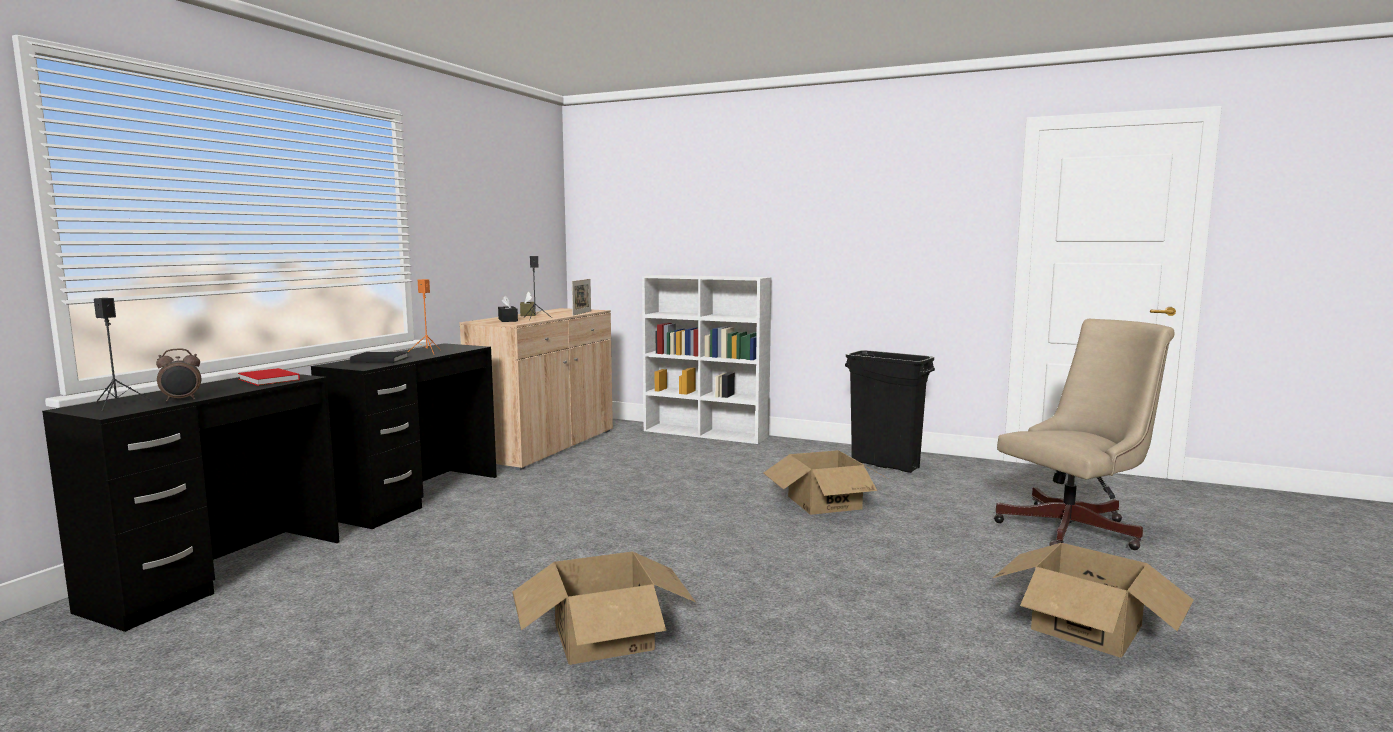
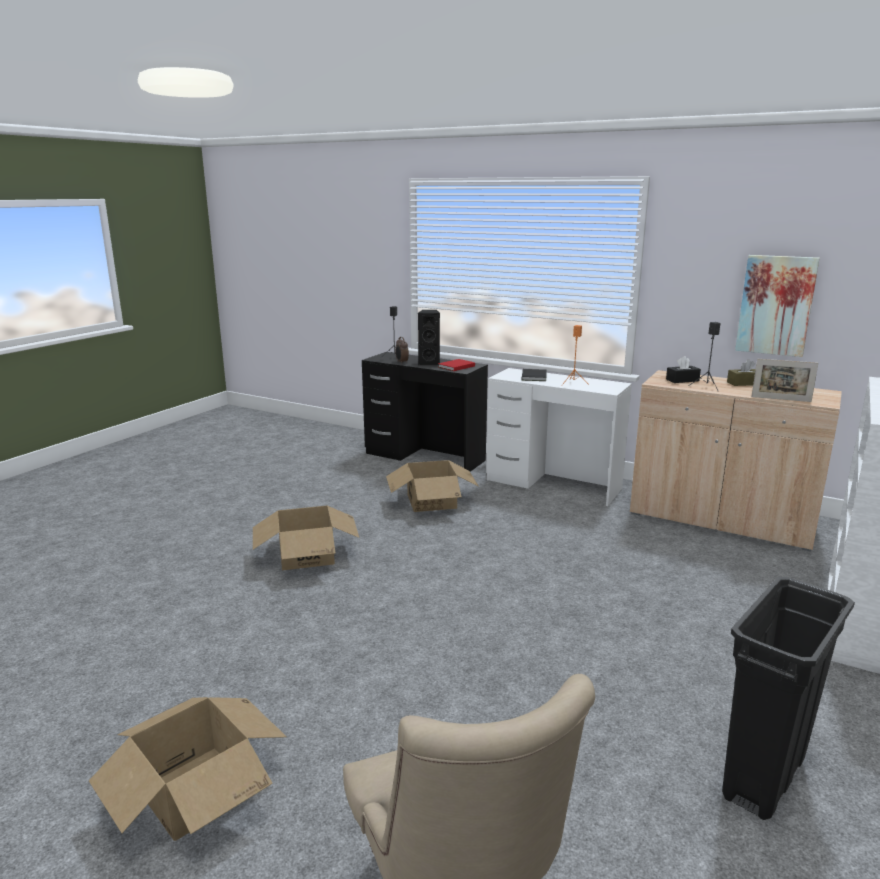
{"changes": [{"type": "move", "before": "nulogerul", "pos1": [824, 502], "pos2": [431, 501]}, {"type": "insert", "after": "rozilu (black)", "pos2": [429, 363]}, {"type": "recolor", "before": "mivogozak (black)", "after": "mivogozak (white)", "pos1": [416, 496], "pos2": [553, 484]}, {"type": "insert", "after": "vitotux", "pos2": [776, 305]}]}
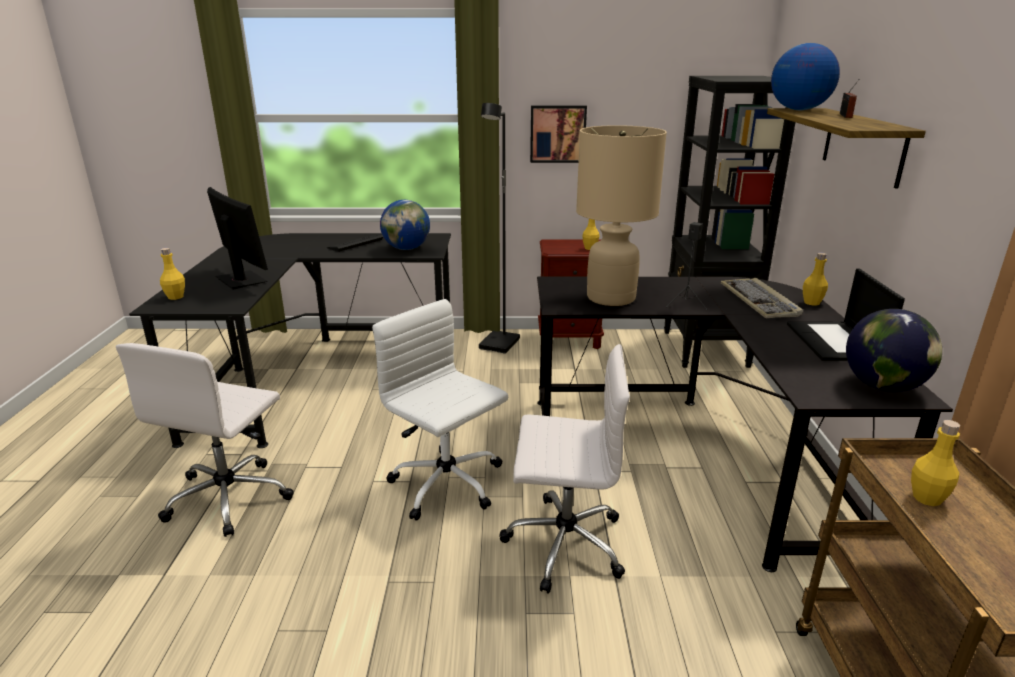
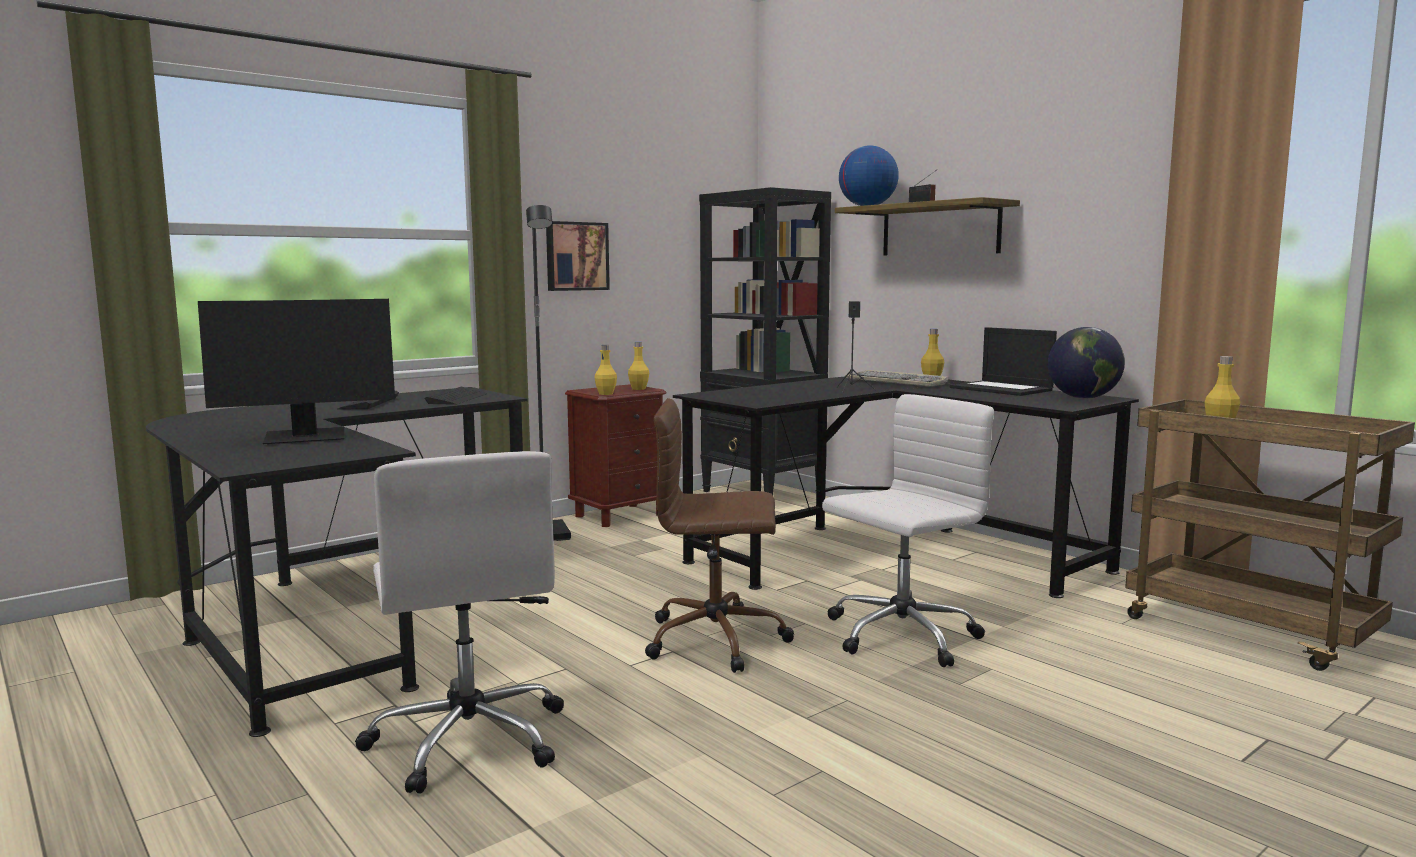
{"changes": [{"type": "rotate", "before": "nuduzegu", "pos1": [241, 280], "pos2": [305, 438], "turn": 150}, {"type": "replace", "before": "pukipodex", "after": "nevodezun", "pos1": [407, 249], "pos2": [457, 398]}, {"type": "move", "before": "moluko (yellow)", "pos1": [176, 297], "pos2": [606, 394]}, {"type": "recolor", "before": "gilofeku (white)", "after": "gilofeku (brown)", "pos1": [448, 485], "pos2": [718, 640]}, {"type": "delete", "before": "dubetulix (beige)", "pos1": [611, 298]}]}
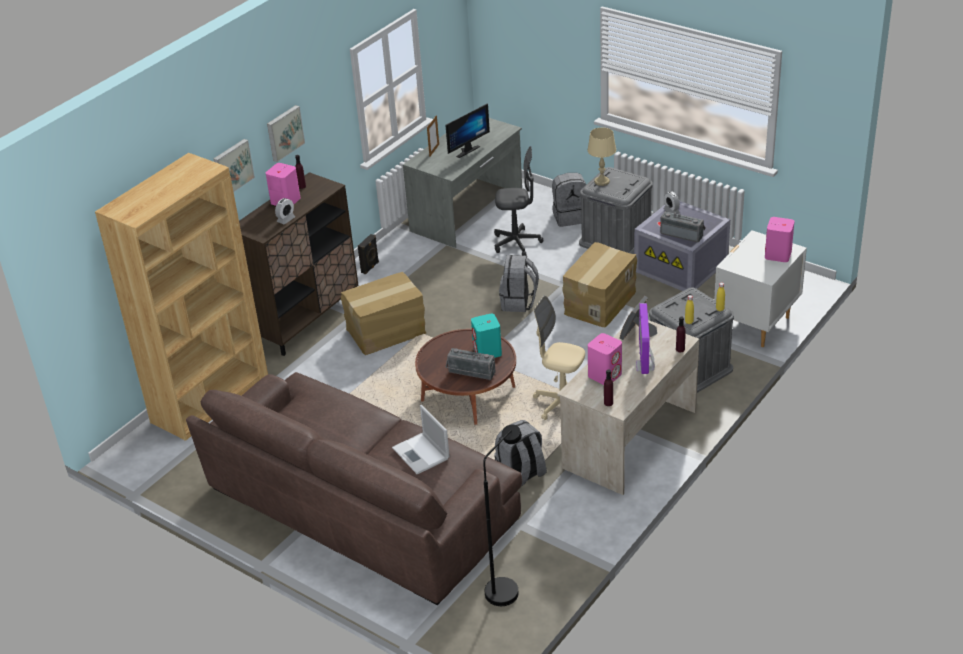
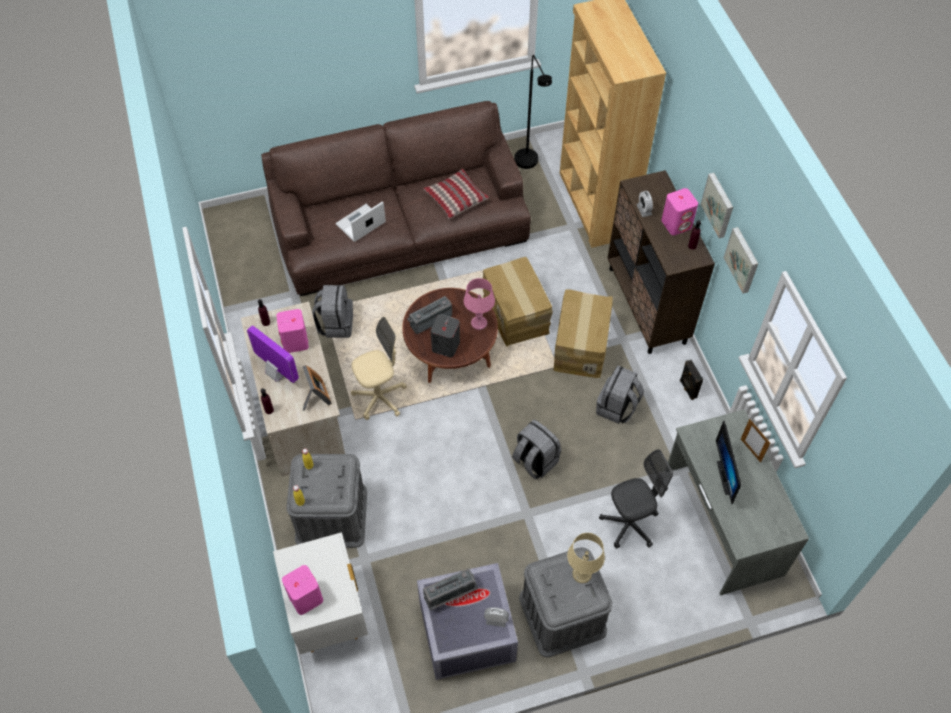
{"changes": [{"type": "rotate", "before": "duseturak", "pos1": [421, 454], "pos2": [360, 224], "turn": -45}, {"type": "insert", "after": "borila", "pos2": [455, 198]}, {"type": "recolor", "before": "rozilu (turquoise)", "after": "rozilu (grey)", "pos1": [487, 352], "pos2": [445, 346]}, {"type": "insert", "after": "dubetulix (pink)", "pos2": [479, 323]}, {"type": "move", "before": "nulogerul", "pos1": [599, 302], "pos2": [516, 314]}, {"type": "move", "before": "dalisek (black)", "pos1": [506, 586], "pos2": [529, 164]}, {"type": "move", "before": "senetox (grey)", "pos1": [570, 217], "pos2": [617, 407]}, {"type": "rotate", "before": "gilofeku (grey)", "pos1": [516, 243], "pos2": [629, 524], "turn": -150}, {"type": "move", "before": "vitotux", "pos1": [232, 167], "pos2": [743, 259]}]}
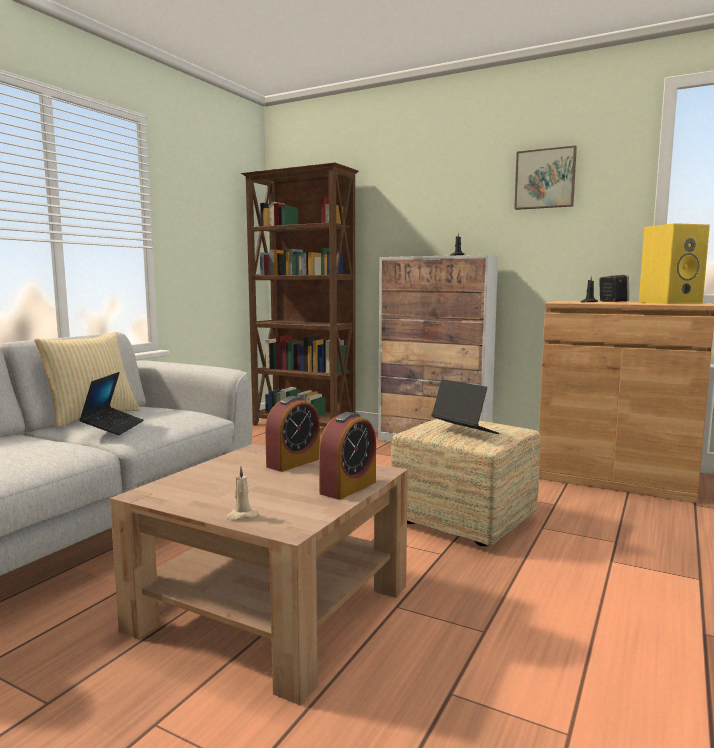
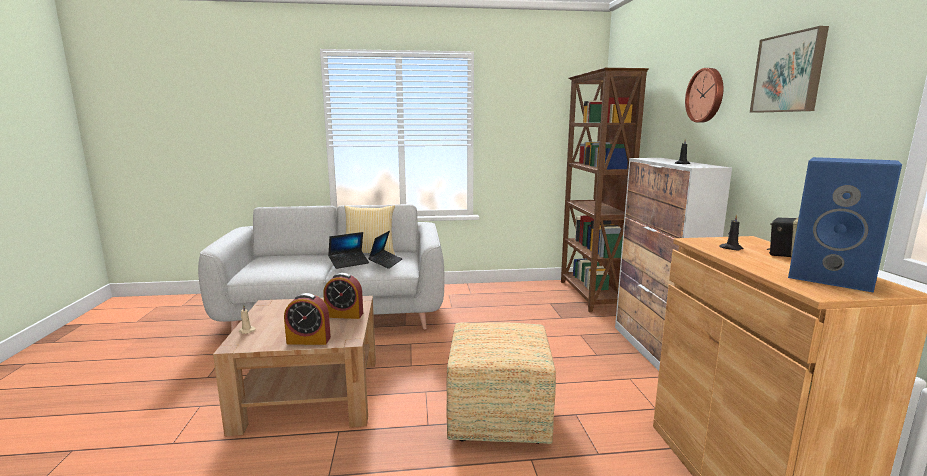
{"changes": [{"type": "move", "before": "duseturak", "pos1": [464, 431], "pos2": [386, 263]}, {"type": "insert", "after": "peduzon", "pos2": [706, 95]}, {"type": "recolor", "before": "rozilu (yellow)", "after": "rozilu (blue)", "pos1": [670, 303], "pos2": [833, 277]}]}
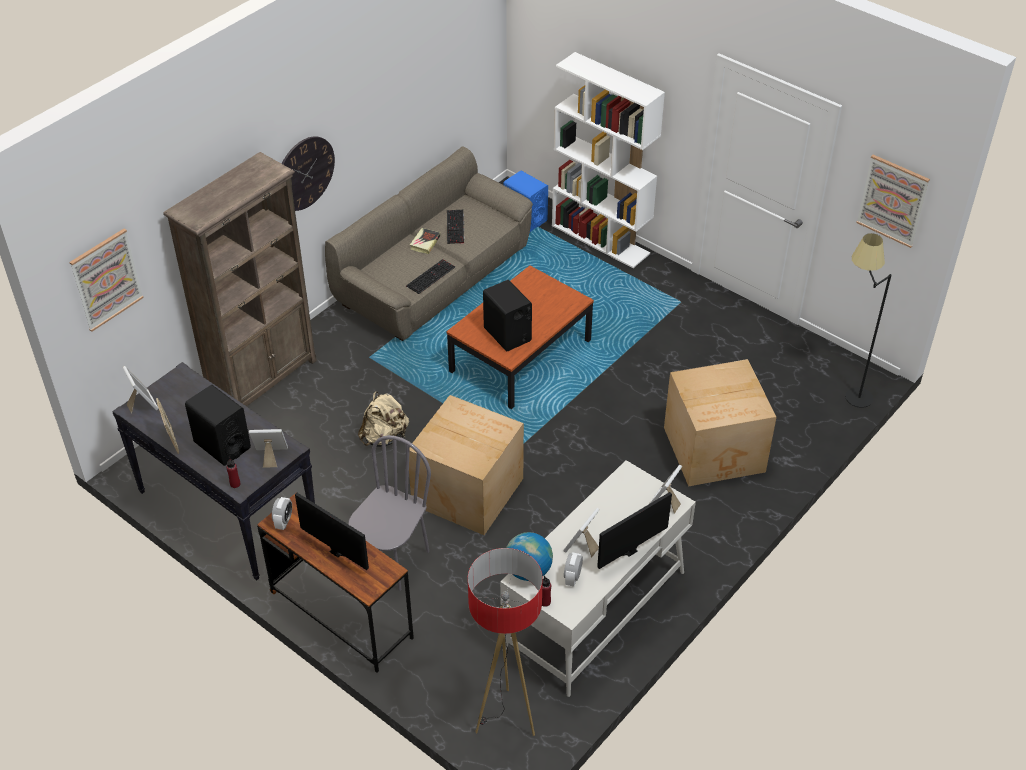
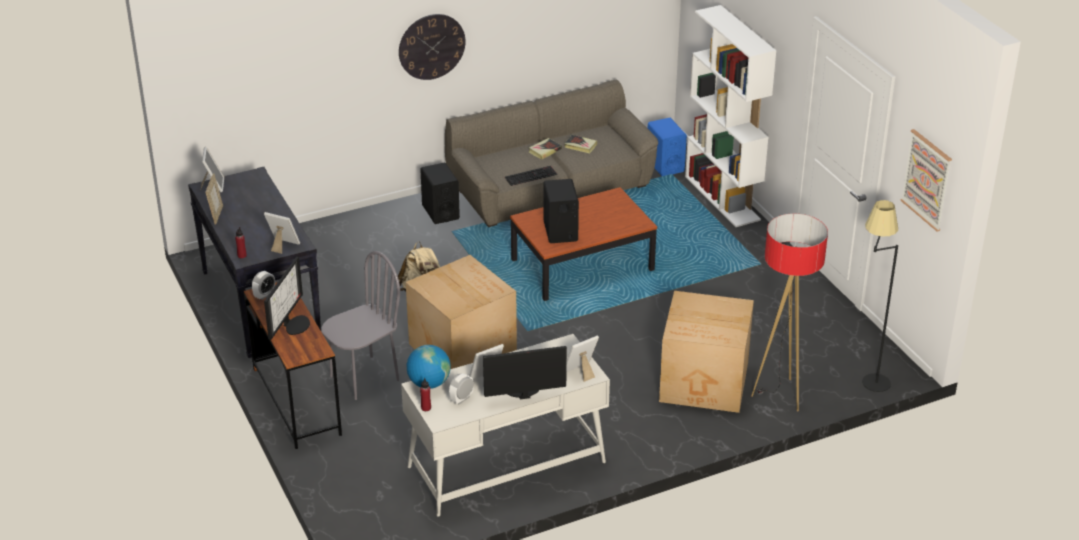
{"changes": [{"type": "rotate", "before": "nuduzegu", "pos1": [340, 547], "pos2": [294, 324], "turn": 45}, {"type": "move", "before": "rozilu (black)", "pos1": [222, 445], "pos2": [440, 212]}, {"type": "replace", "before": "nevodezun", "after": "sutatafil", "pos1": [456, 227], "pos2": [580, 146]}, {"type": "move", "before": "dalisek", "pos1": [505, 719], "pos2": [779, 395]}, {"type": "delete", "before": "vitotux", "pos1": [106, 279]}, {"type": "delete", "before": "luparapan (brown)", "pos1": [264, 380]}]}
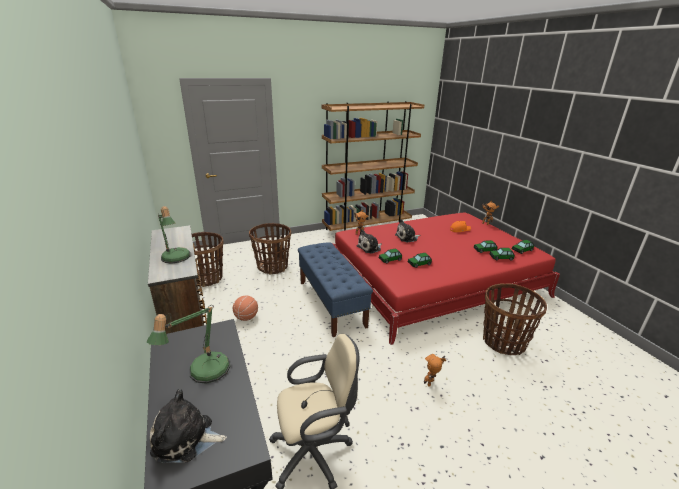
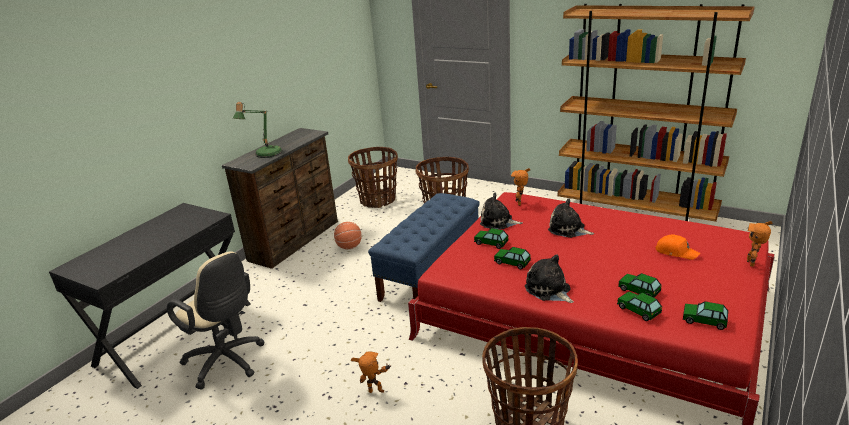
{"changes": [{"type": "move", "before": "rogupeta", "pos1": [186, 439], "pos2": [549, 290]}, {"type": "delete", "before": "dubetulix", "pos1": [203, 373]}]}
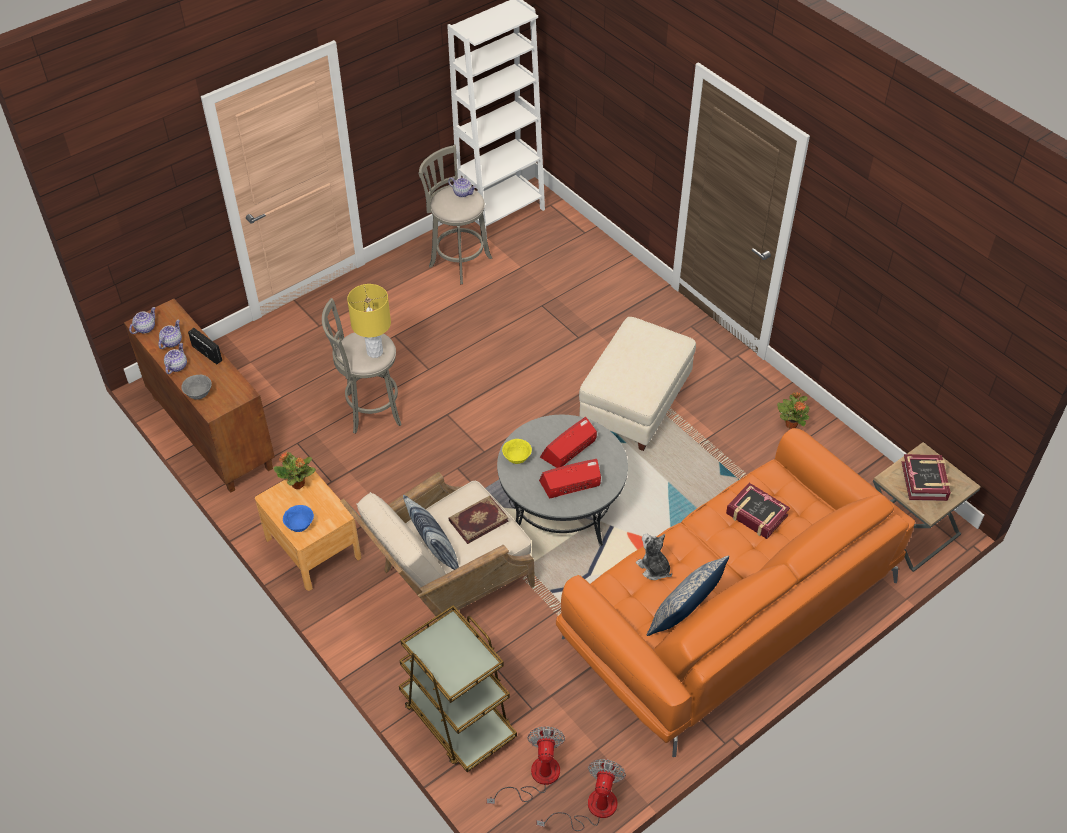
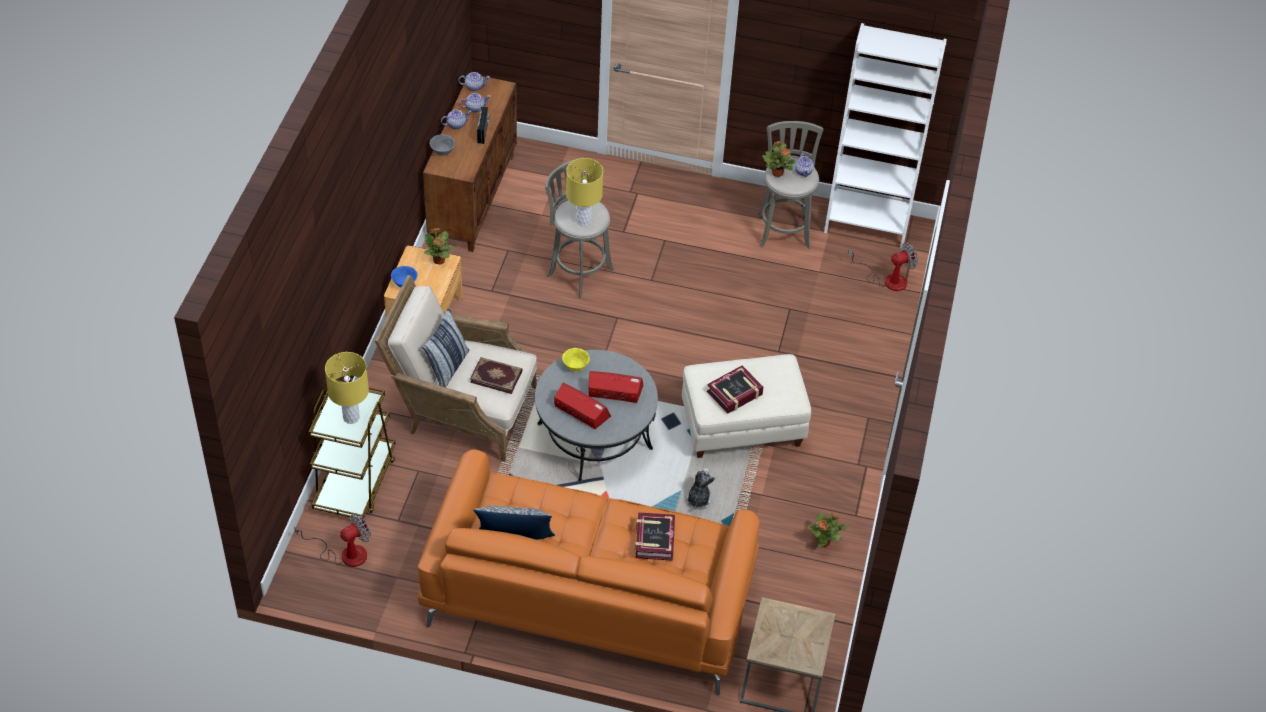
{"changes": [{"type": "insert", "after": "dubetulix (yellow)", "pos2": [351, 417]}, {"type": "move", "before": "rogupeta", "pos1": [653, 568], "pos2": [698, 499]}, {"type": "move", "before": "sutatafil", "pos1": [924, 481], "pos2": [735, 393]}, {"type": "insert", "after": "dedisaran", "pos2": [777, 173]}, {"type": "move", "before": "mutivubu", "pos1": [591, 808], "pos2": [887, 279]}]}
